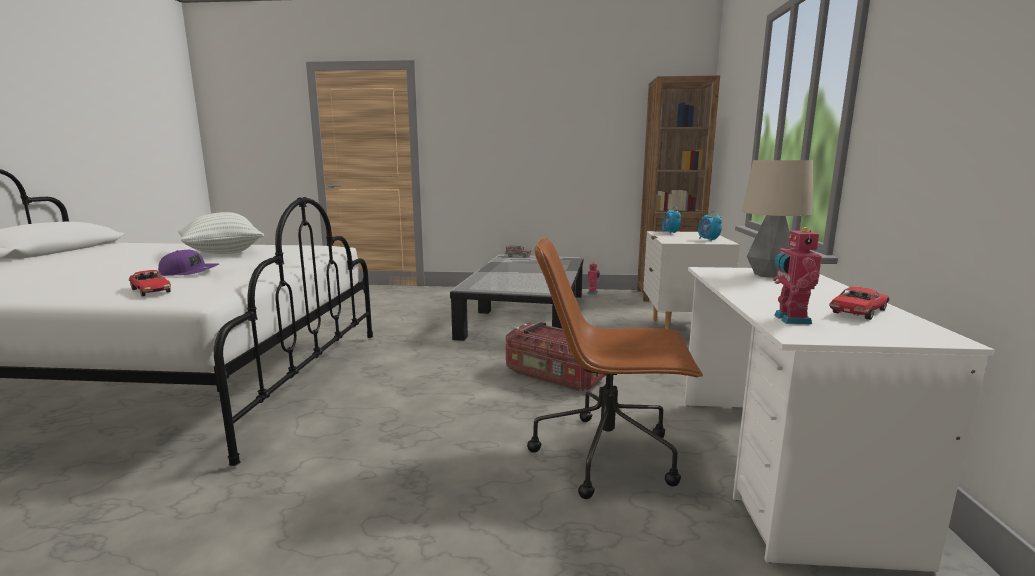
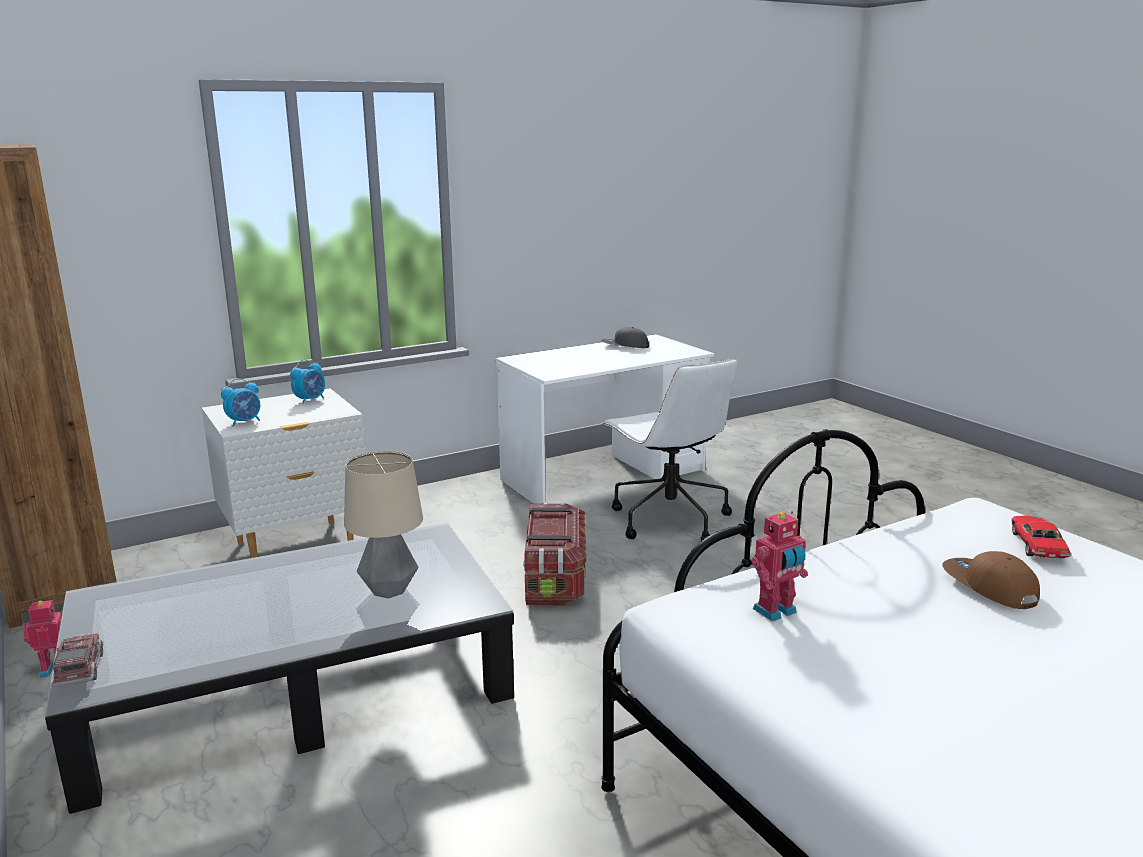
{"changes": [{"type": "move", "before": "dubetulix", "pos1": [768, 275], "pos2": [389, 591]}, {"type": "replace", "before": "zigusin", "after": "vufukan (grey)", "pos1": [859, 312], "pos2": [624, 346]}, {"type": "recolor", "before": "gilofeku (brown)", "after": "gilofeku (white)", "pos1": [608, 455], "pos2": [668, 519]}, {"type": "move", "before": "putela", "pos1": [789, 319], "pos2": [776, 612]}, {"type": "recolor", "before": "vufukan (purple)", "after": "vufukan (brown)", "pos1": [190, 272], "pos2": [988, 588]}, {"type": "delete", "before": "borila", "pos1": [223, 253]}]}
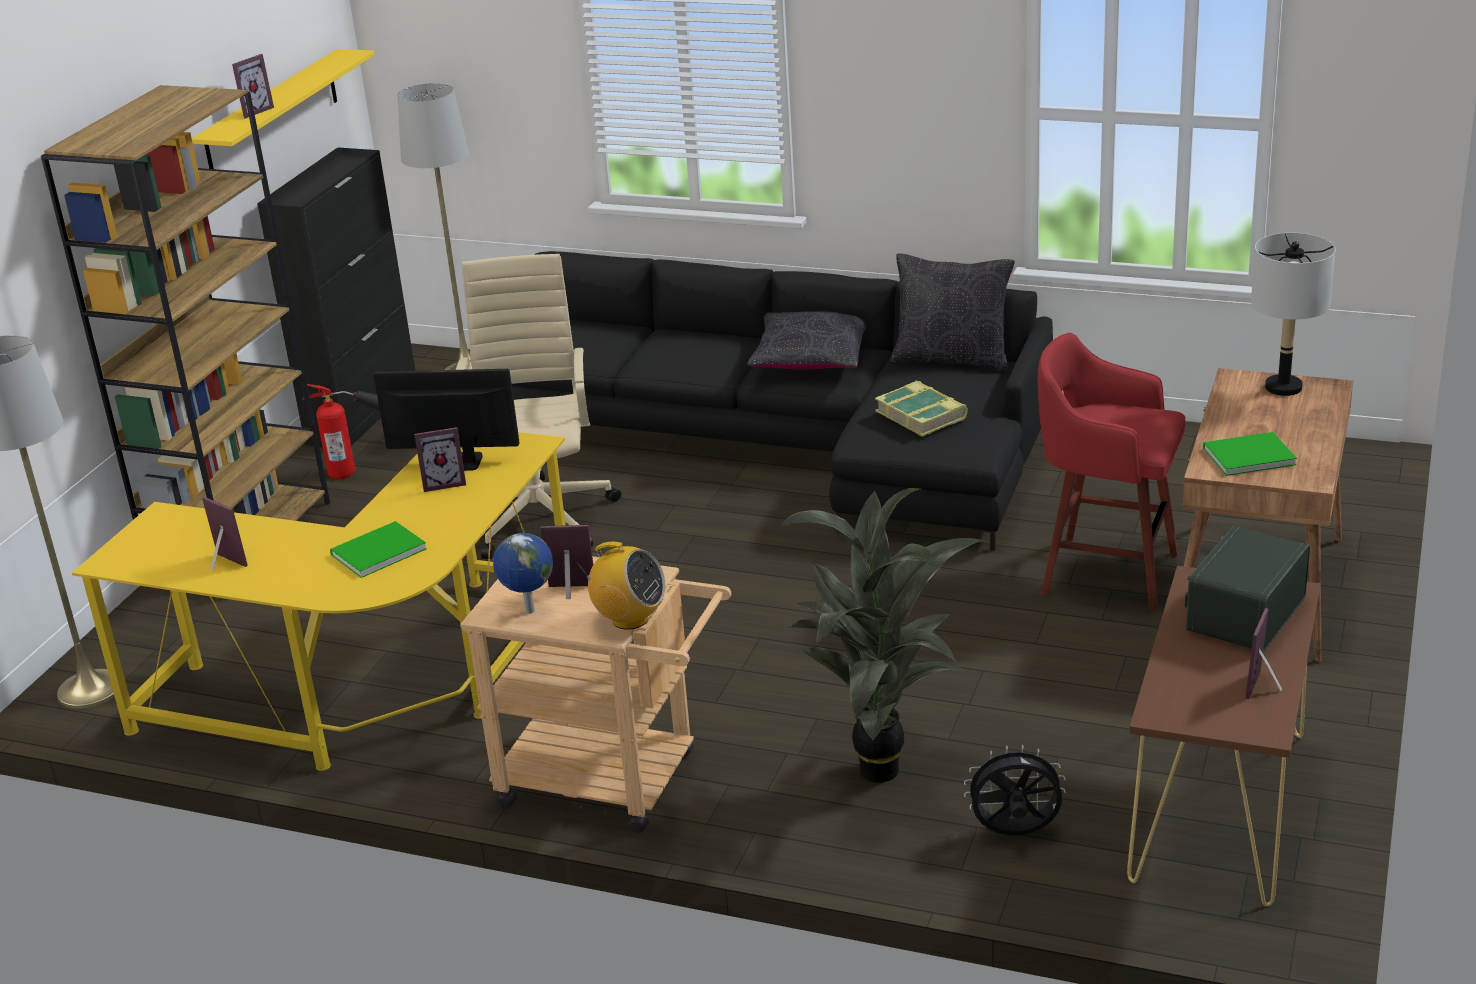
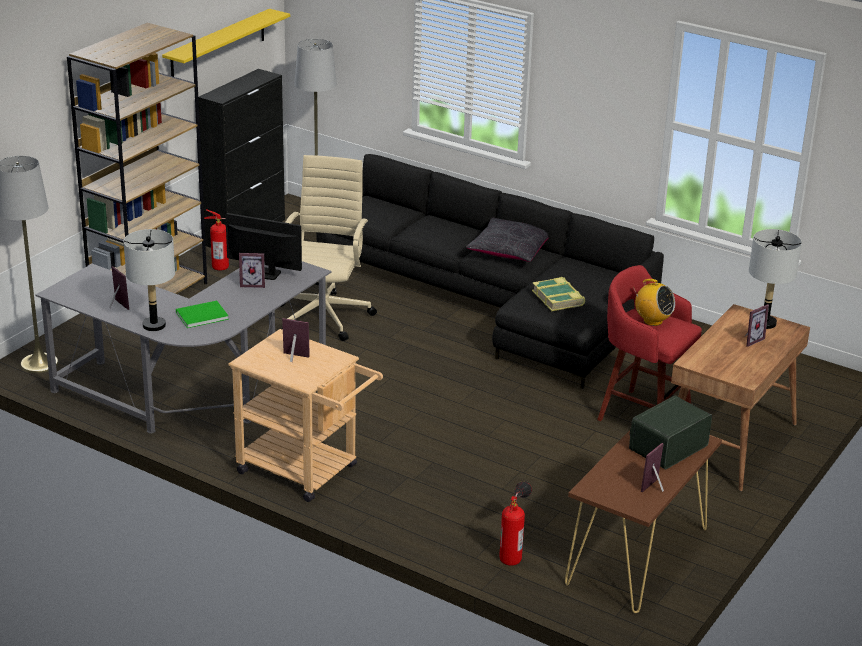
{"changes": [{"type": "recolor", "before": "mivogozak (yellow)", "after": "mivogozak (grey)", "pos1": [374, 688], "pos2": [194, 394]}, {"type": "insert", "after": "dubetulix (grey)", "pos2": [153, 325]}, {"type": "replace", "before": "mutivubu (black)", "after": "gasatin", "pos1": [1015, 834], "pos2": [514, 546]}, {"type": "move", "before": "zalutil", "pos1": [629, 619], "pos2": [652, 321]}, {"type": "move", "before": "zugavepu", "pos1": [253, 111], "pos2": [750, 339]}, {"type": "delete", "before": "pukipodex", "pos1": [529, 611]}, {"type": "delete", "before": "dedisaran", "pos1": [885, 775]}, {"type": "delete", "before": "borila (black)", "pos1": [952, 358]}, {"type": "delete", "before": "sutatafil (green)", "pos1": [1246, 456]}]}
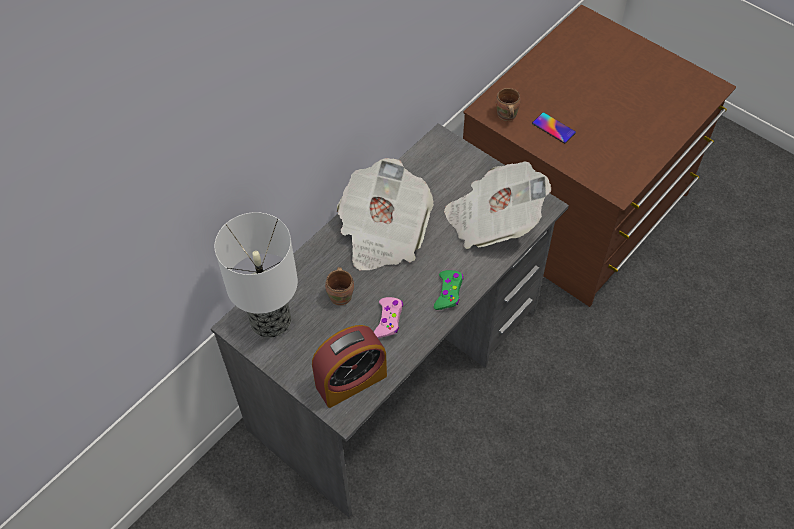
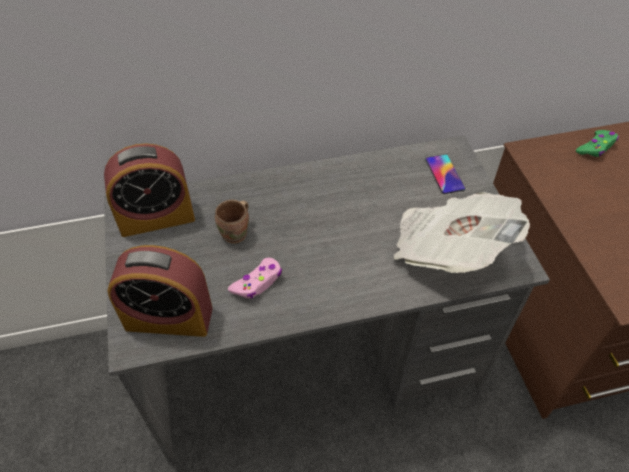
{"changes": [{"type": "replace", "before": "dubetulix", "after": "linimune", "pos1": [270, 319], "pos2": [156, 217]}, {"type": "move", "before": "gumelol", "pos1": [553, 128], "pos2": [444, 174]}, {"type": "move", "before": "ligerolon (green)", "pos1": [448, 293], "pos2": [596, 147]}, {"type": "delete", "before": "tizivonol", "pos1": [383, 233]}, {"type": "delete", "before": "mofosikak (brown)", "pos1": [505, 116]}]}
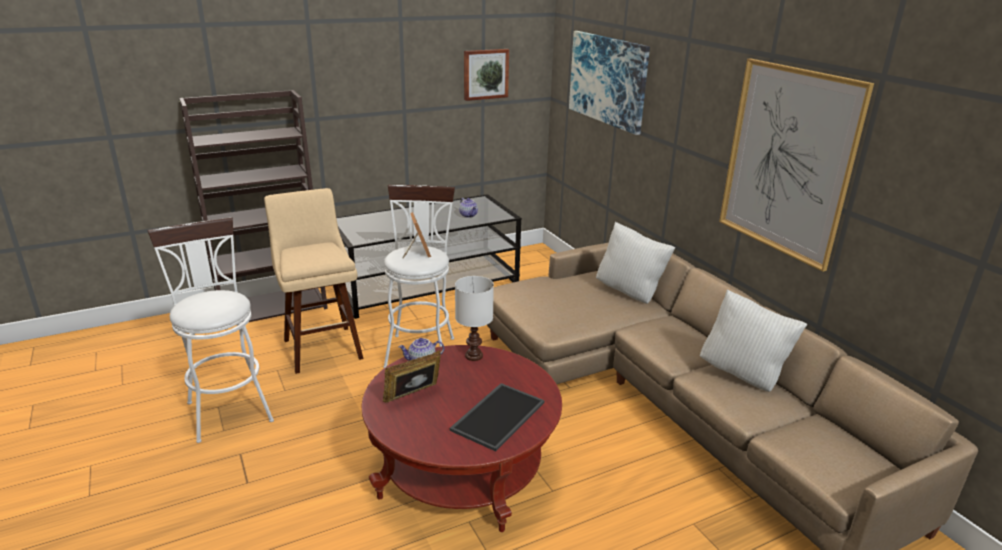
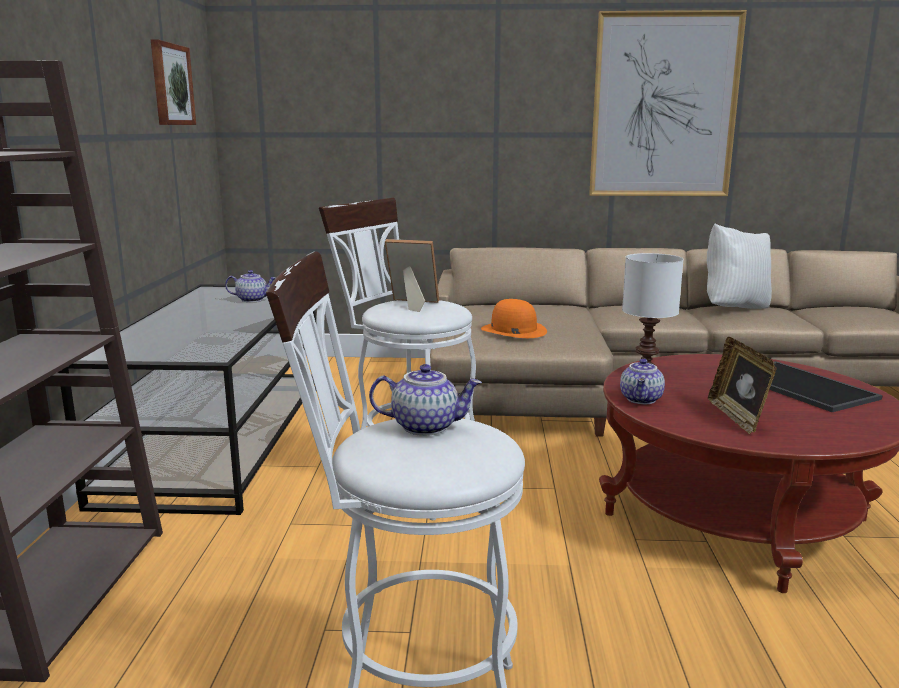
{"changes": [{"type": "insert", "after": "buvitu", "pos2": [426, 426]}, {"type": "insert", "after": "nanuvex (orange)", "pos2": [513, 330]}, {"type": "delete", "before": "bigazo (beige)", "pos1": [321, 346]}, {"type": "delete", "before": "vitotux", "pos1": [608, 80]}, {"type": "delete", "before": "borila (white)", "pos1": [630, 292]}]}
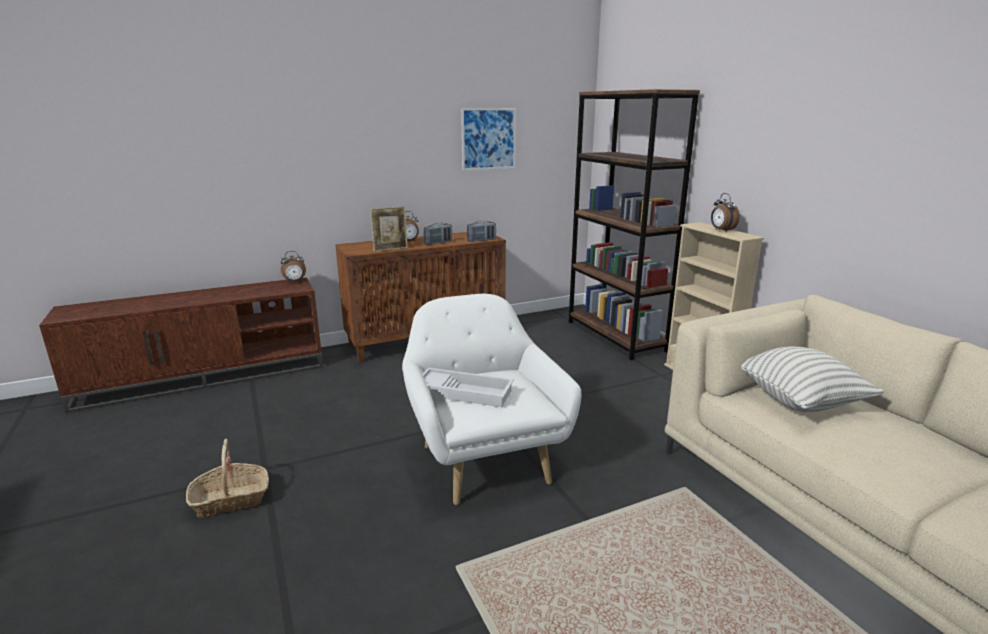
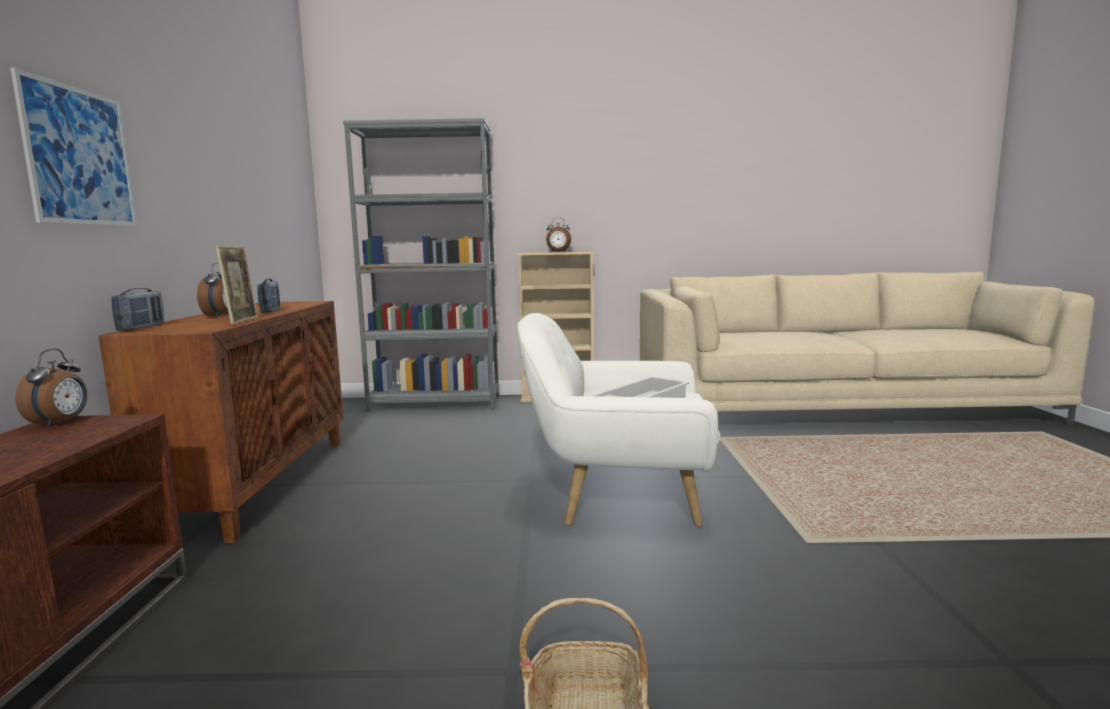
{"changes": [{"type": "move", "before": "vitotux", "pos1": [488, 139], "pos2": [79, 156]}, {"type": "move", "before": "zalutil", "pos1": [481, 240], "pos2": [141, 328]}, {"type": "recolor", "before": "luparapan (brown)", "after": "luparapan (grey)", "pos1": [615, 336], "pos2": [435, 403]}, {"type": "delete", "before": "borila", "pos1": [799, 401]}]}
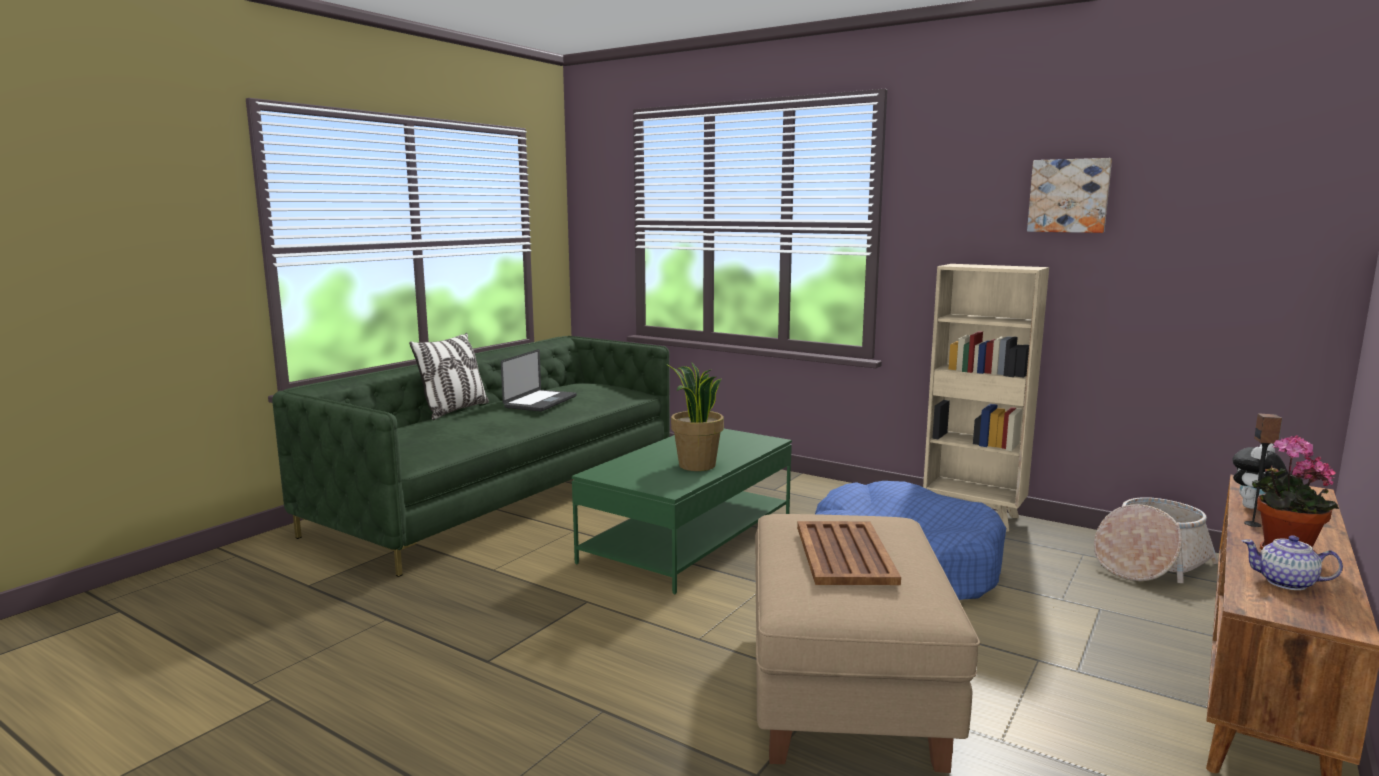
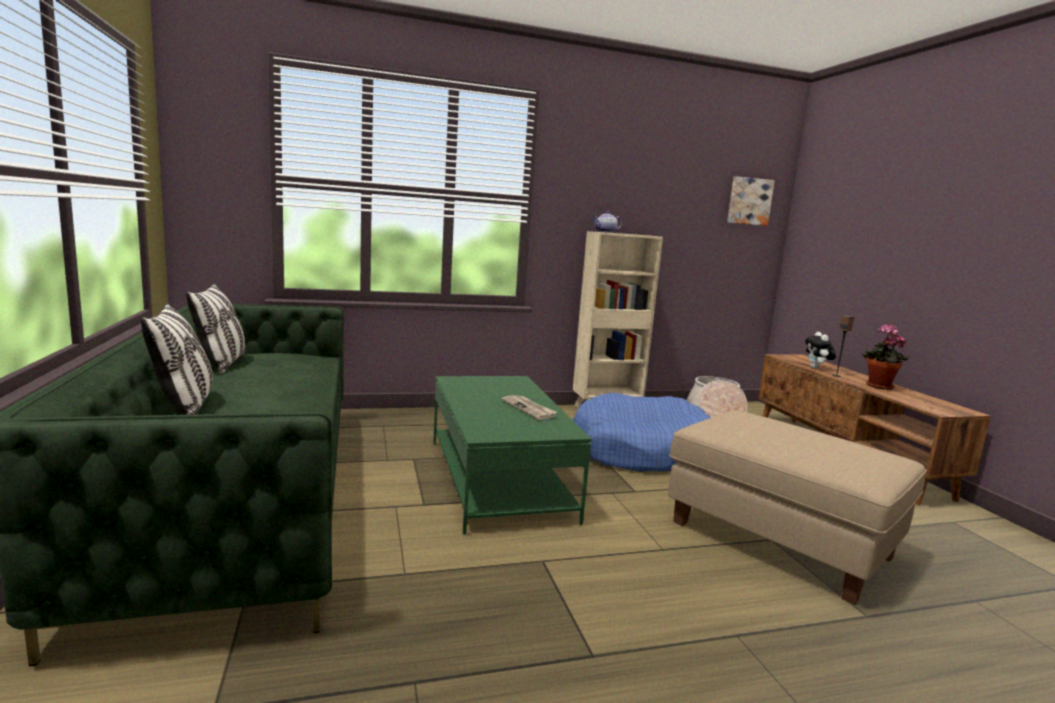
{"changes": [{"type": "insert", "after": "borila", "pos2": [222, 364]}, {"type": "replace", "before": "dedisaran", "after": "tizivonol", "pos1": [696, 465], "pos2": [529, 409]}, {"type": "move", "before": "buvitu", "pos1": [1287, 583], "pos2": [606, 232]}, {"type": "move", "before": "vitotux", "pos1": [1069, 196], "pos2": [749, 201]}, {"type": "delete", "before": "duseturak", "pos1": [541, 402]}, {"type": "delete", "before": "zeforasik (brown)", "pos1": [844, 554]}]}
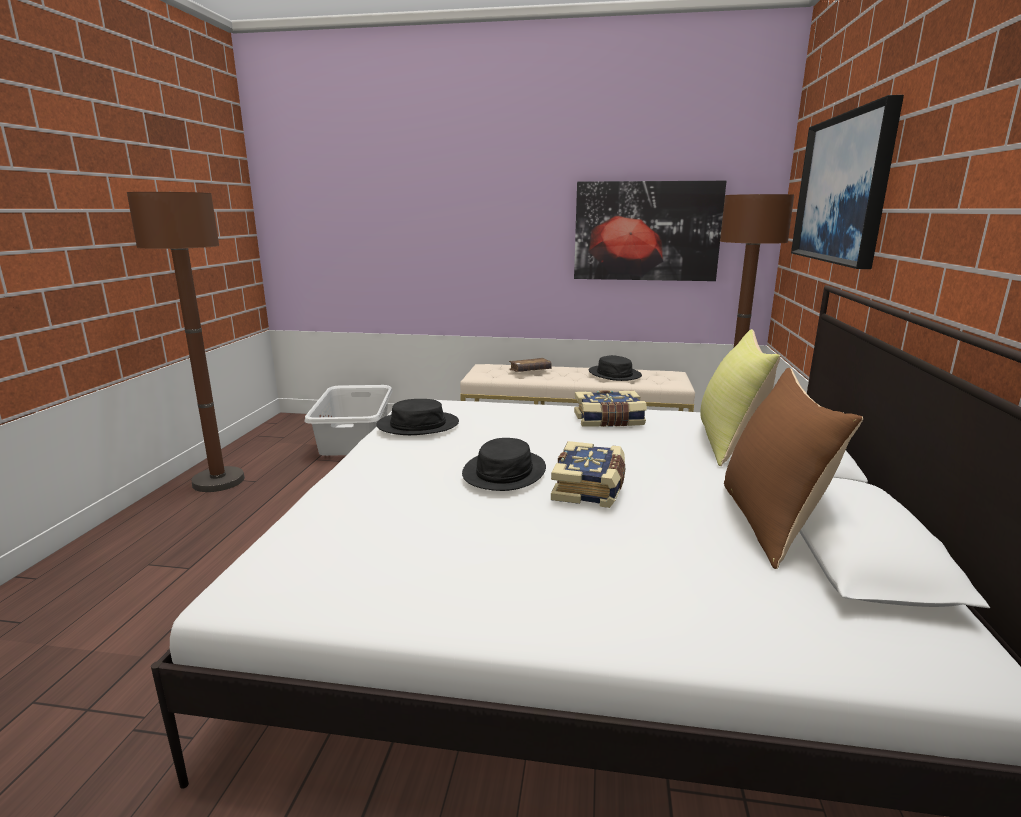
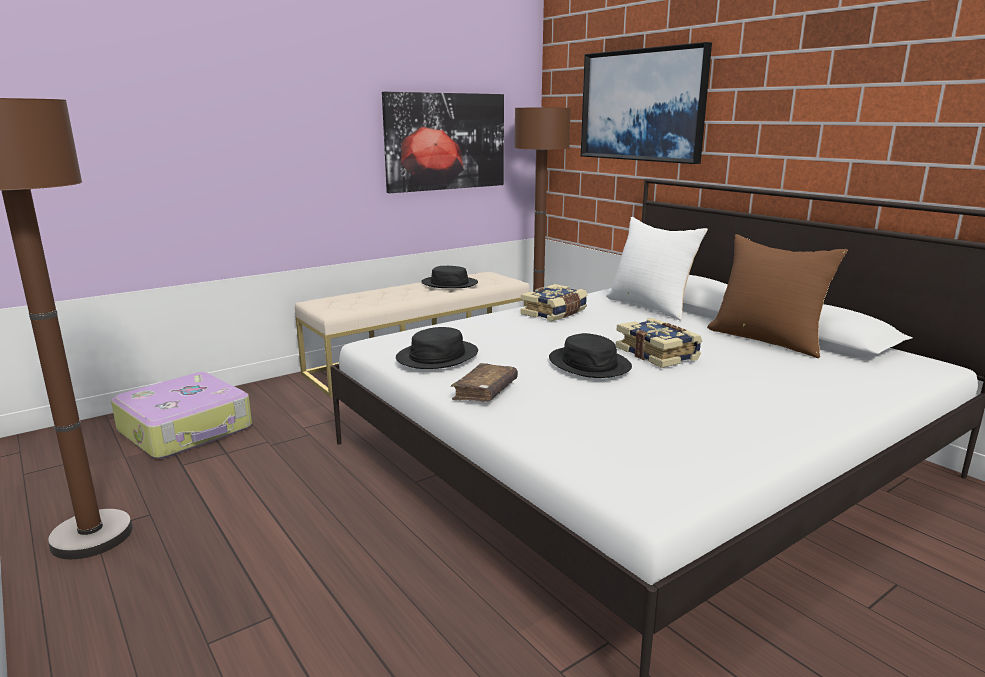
{"changes": [{"type": "replace", "before": "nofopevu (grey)", "after": "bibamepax", "pos1": [355, 439], "pos2": [187, 429]}, {"type": "move", "before": "sutatafil (brown)", "pos1": [530, 370], "pos2": [485, 392]}, {"type": "recolor", "before": "borila (yellow)", "after": "borila (white)", "pos1": [729, 443], "pos2": [651, 306]}]}
